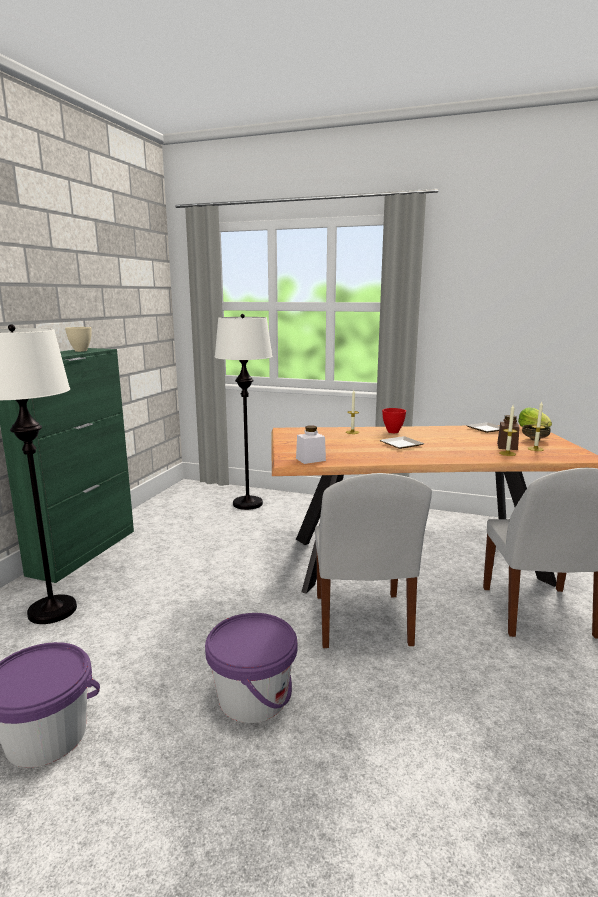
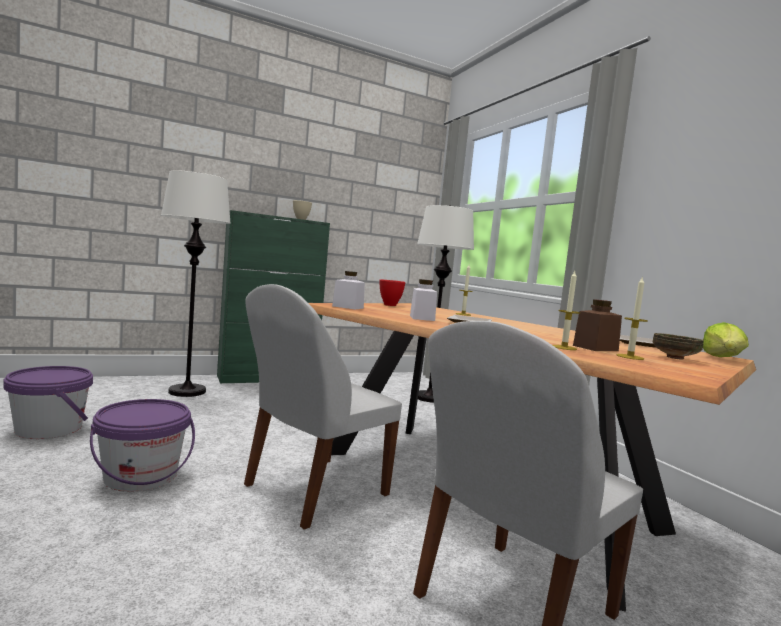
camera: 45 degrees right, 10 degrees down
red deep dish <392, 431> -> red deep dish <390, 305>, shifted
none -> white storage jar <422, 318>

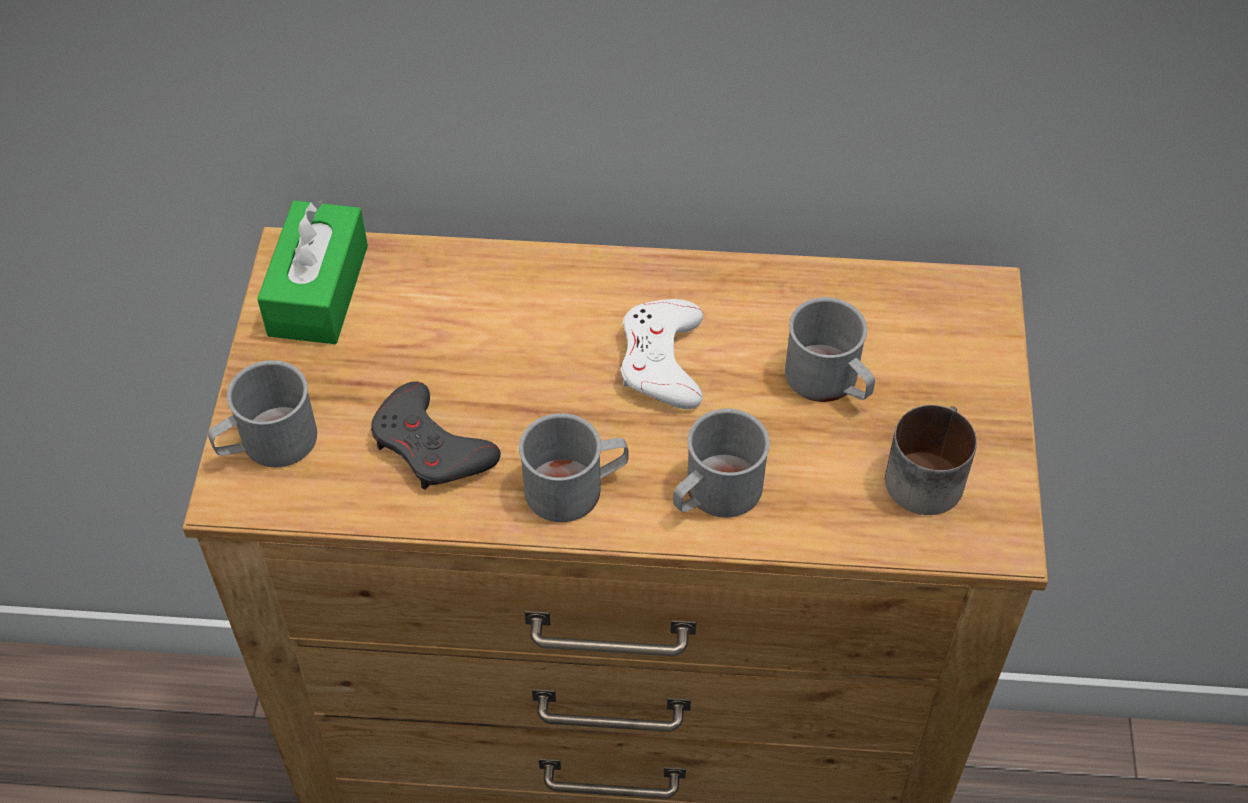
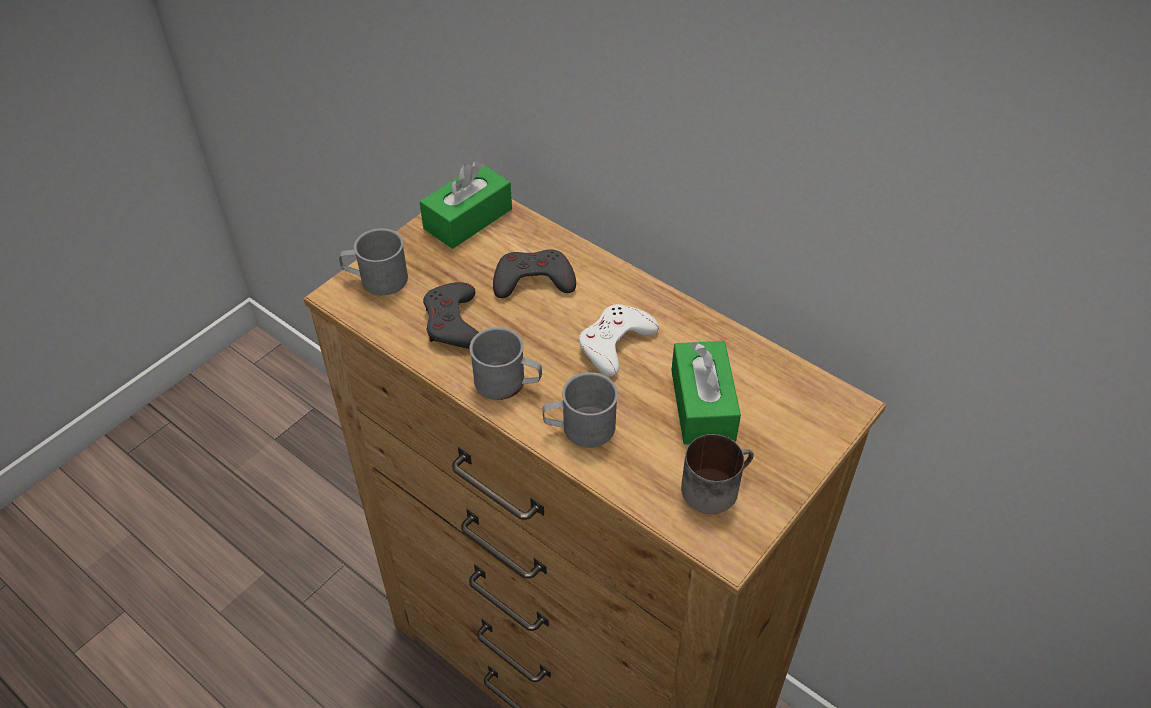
camera: 35 degrees right, 5 degrees down
grey coffee mug <830, 382> -> greenish tissue box <702, 405>
none -> grey game controller <533, 280>

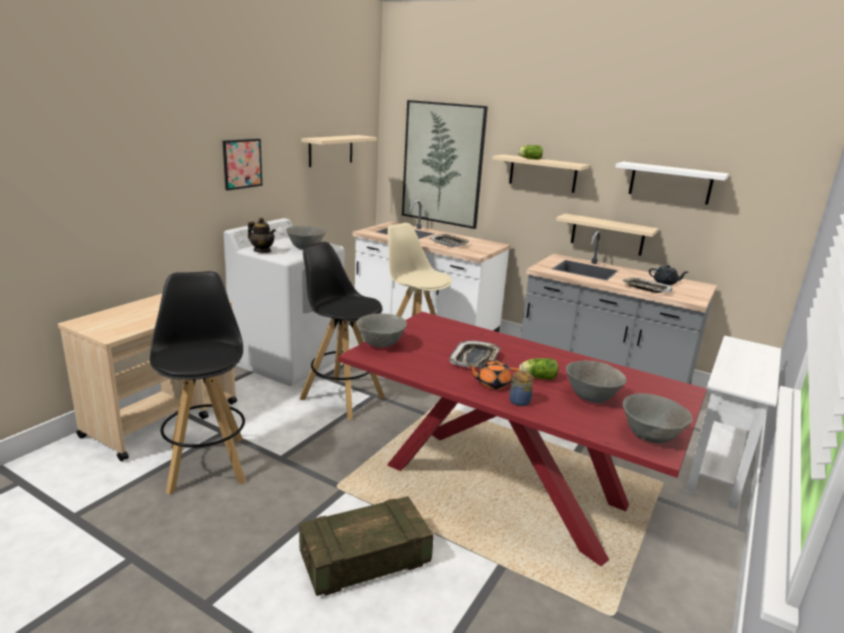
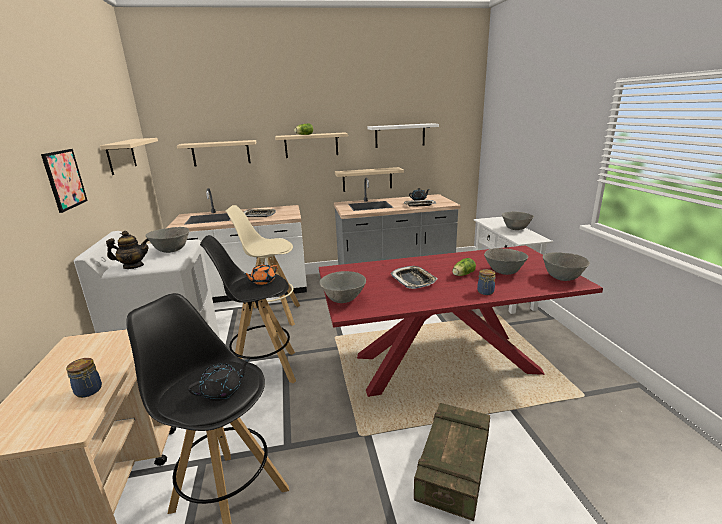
camera: 40 degrees left, 0 degrees up
wall picture <442, 164> -> beige shelf <221, 153>
orange-coloured tea pot <492, 384> -> orange-coloured tea pot <262, 281>, shifted
none -> storage jar <89, 391>
none -> black-coloured tea pot <223, 391>
none -> grey deep dish <516, 229>

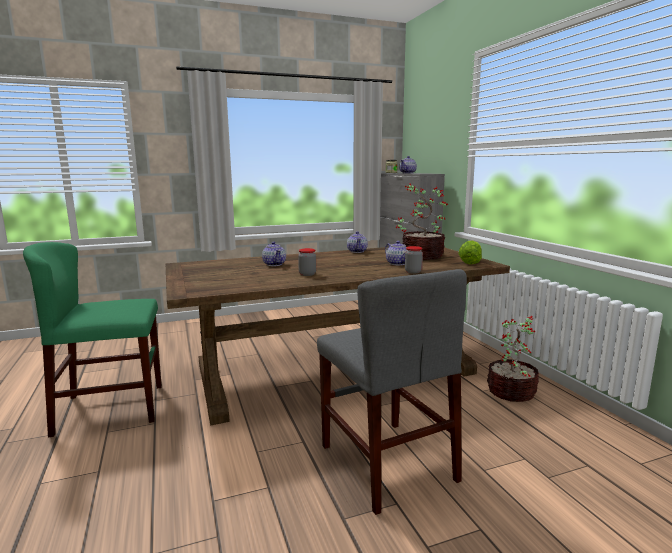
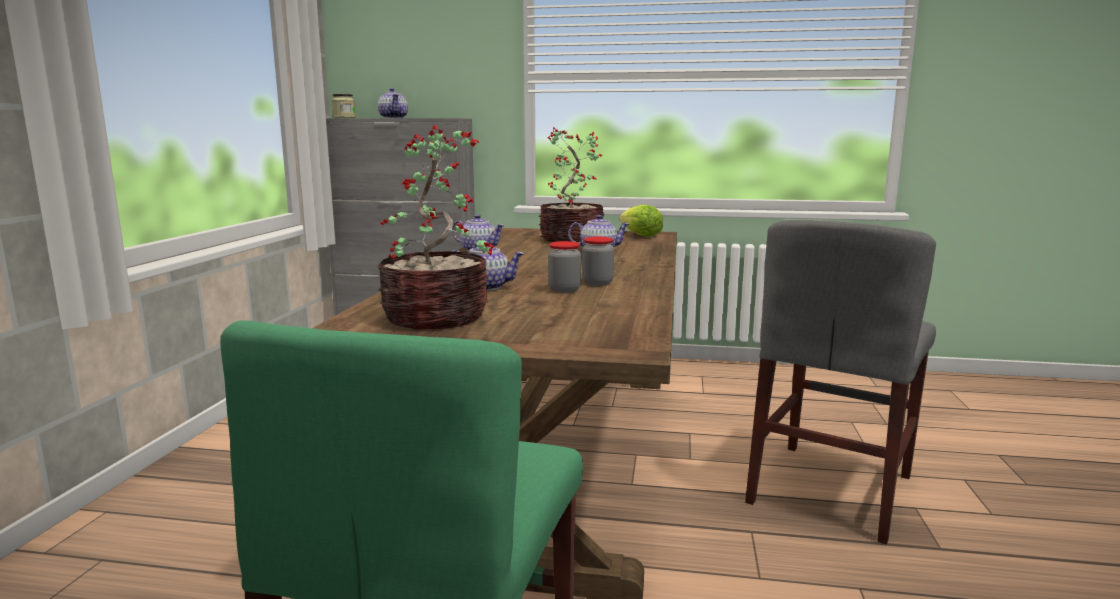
camera: 60 degrees left, 0 degrees up
grey chair <387, 462> -> grey chair <831, 489>, 120 degrees clockwise
storage jar <413, 272> -> storage jar <564, 290>, shifted
houseplant <511, 392> -> houseplant <438, 317>, shifted

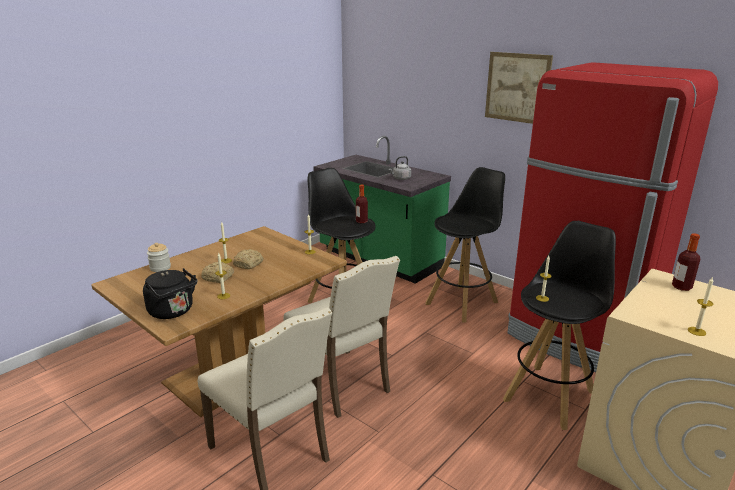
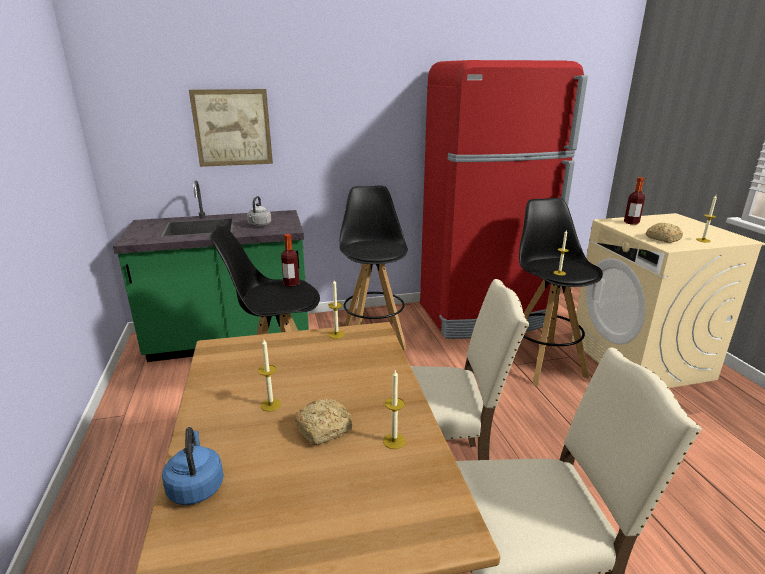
camera: 55 degrees left, 0 degrees up
black-coloured kettle <173, 312> -> none
storage jar <160, 268> -> bluish kettle <196, 486>
bakery bread <249, 264> -> bakery bread <662, 239>, shifted
wall picture <517, 87> -> wall picture <232, 128>, shifted

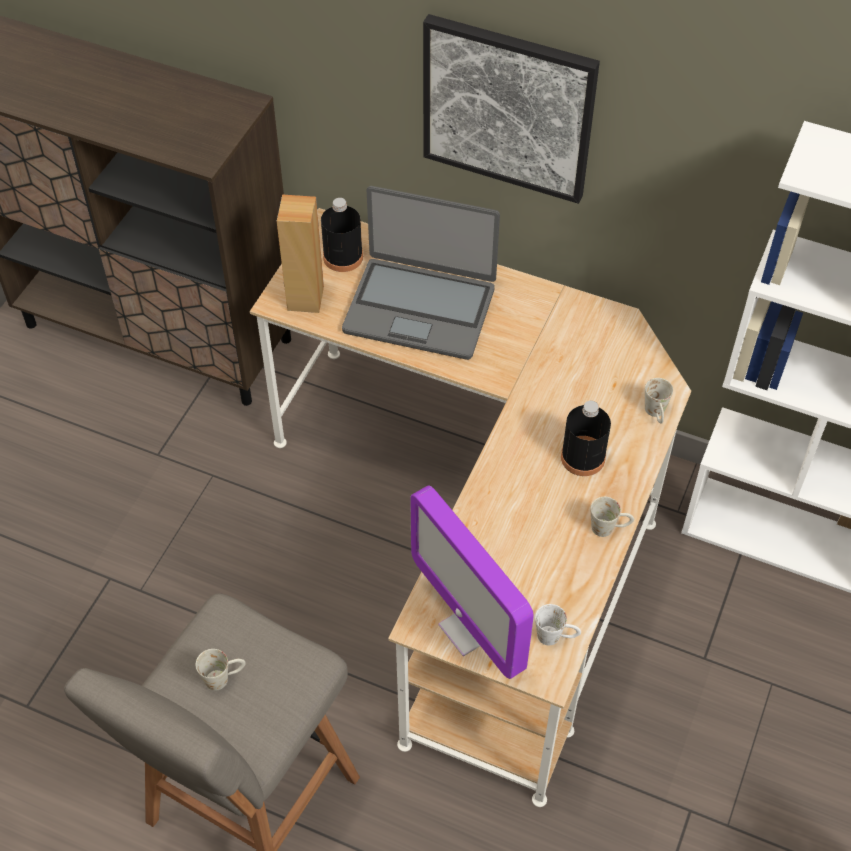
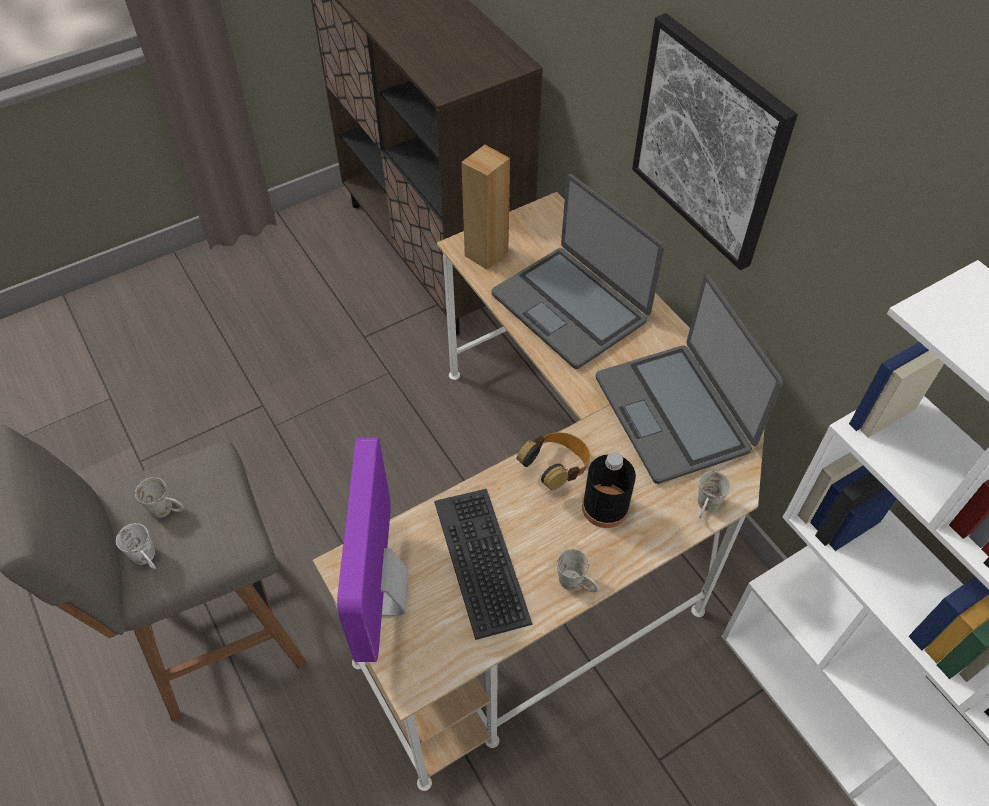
camera: 35 degrees right, 0 degrees up
black-coloured beverage bottle <343, 257> -> none
white coffee mug <556, 636> -> white coffee mug <148, 559>, shifted
none -> PC keyboard <482, 561>
none -> headset <556, 469>
none -> notebook computer <674, 413>

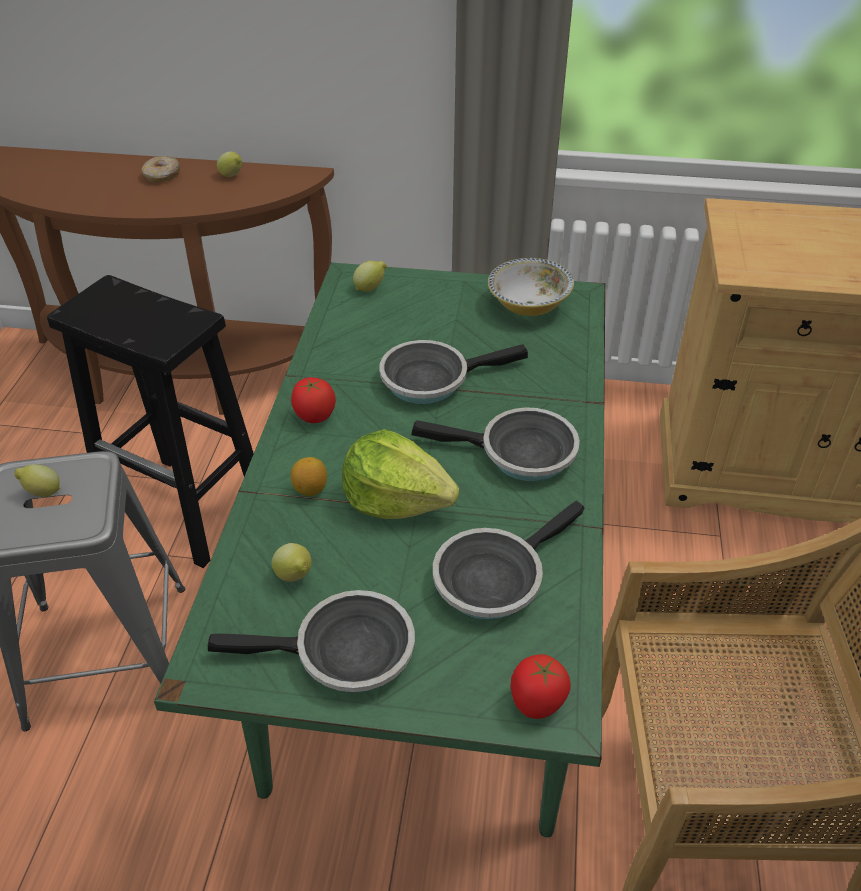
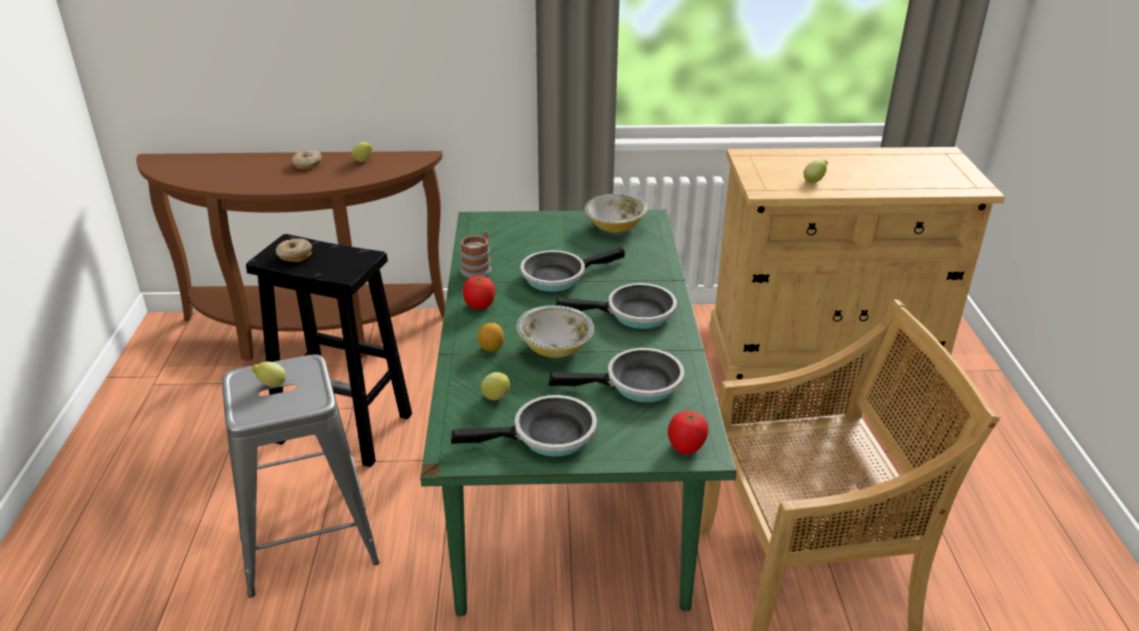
camera: 10 degrees left, 10 degrees down
head of lettuce <396, 499> -> deep dish <555, 348>
lemon <370, 288> -> lemon <814, 181>, shifted
pan <493, 578> -> pan <637, 384>, 135 degrees counterclockwise
none -> ring doughnut <294, 255>
none -> coffee mug <478, 268>

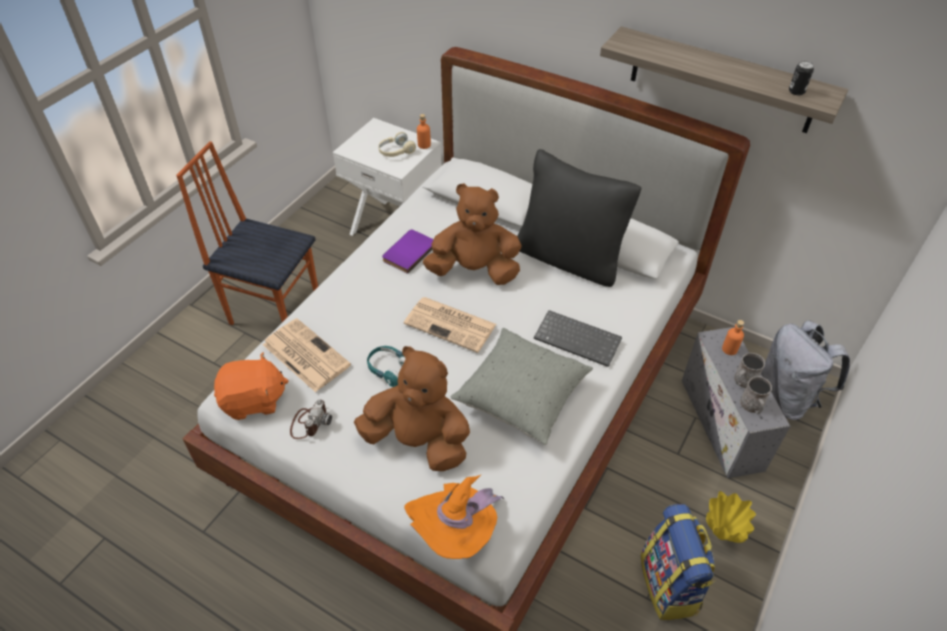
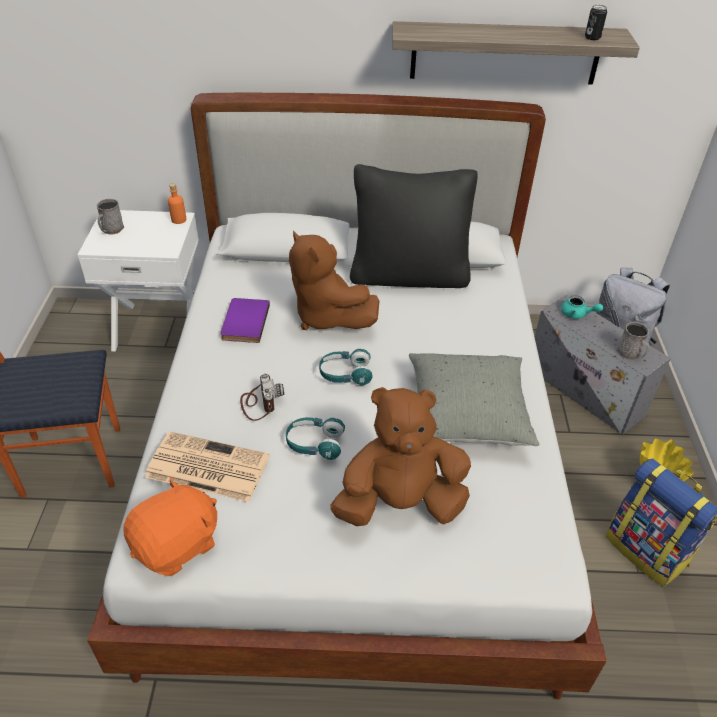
camera: 30 degrees left, 5 degrees down
still camera <309, 422> -> still camera <260, 402>, shifted
beige headset <396, 151> -> none
printed paper <451, 324> -> turquoise headset <345, 374>
orange-coloured hat <456, 531> -> none
brown-coloured plush toy <474, 270> -> brown-coloured plush toy <327, 316>, 105 degrees counterclockwise
PC keyboard <579, 339> -> none
orange-coloured beverage bottle <729, 349> -> turquoise tea pot <577, 314>
grey coffee mug <743, 381> -> grey coffee mug <111, 230>, shifted

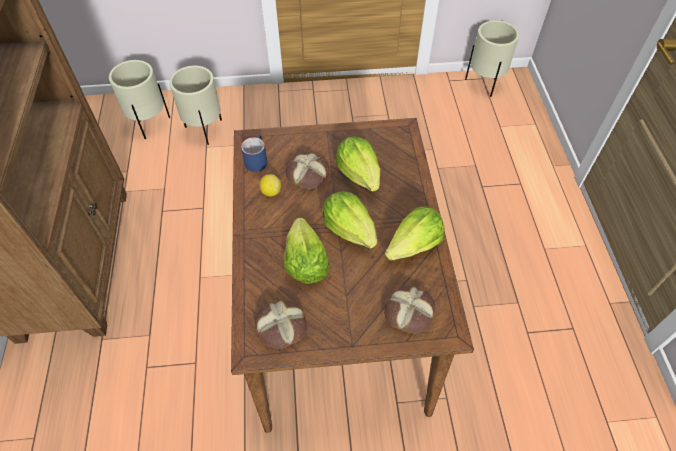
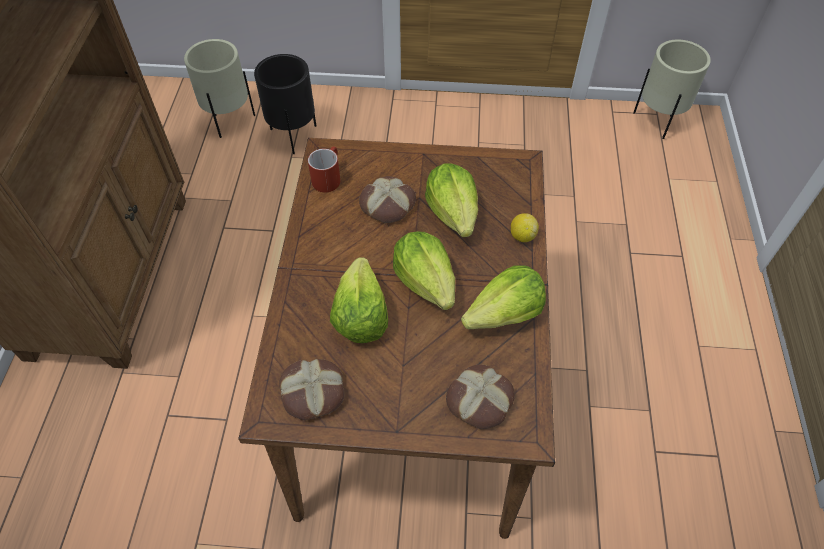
camera: 10 degrees right, 0 degrees up
beige flower pot <205, 130> -> black-coloured flower pot <294, 136>
bluish coffee mug <256, 159> -> red coffee mug <327, 177>
lemon <271, 191> -> lemon <522, 236>, shifted

